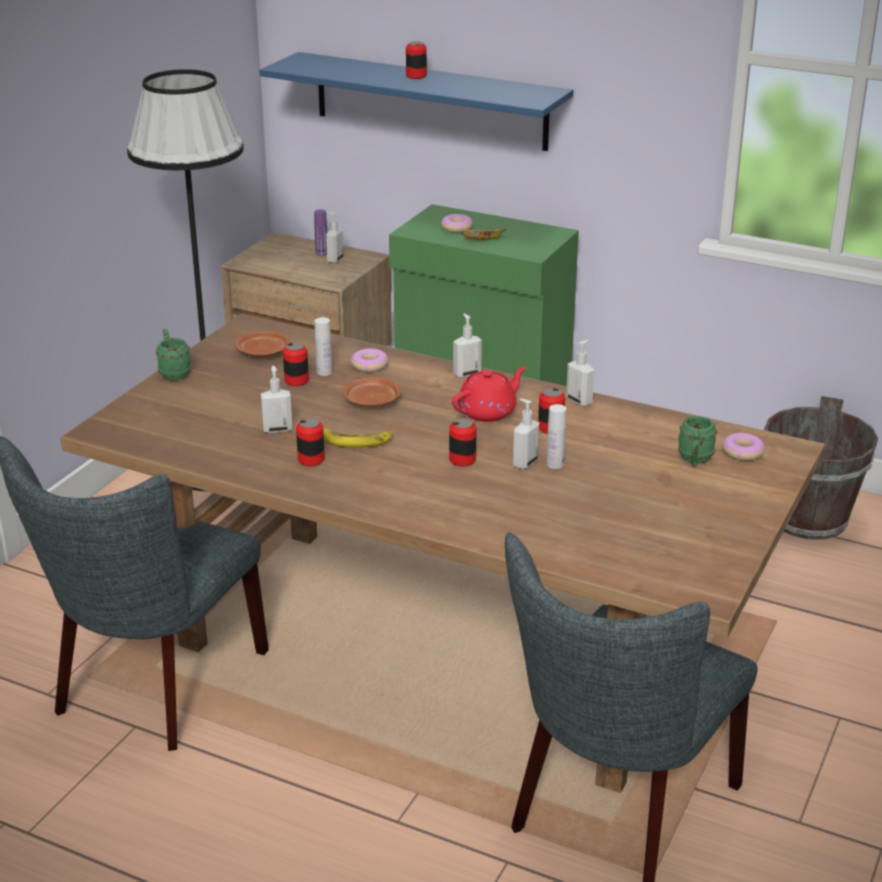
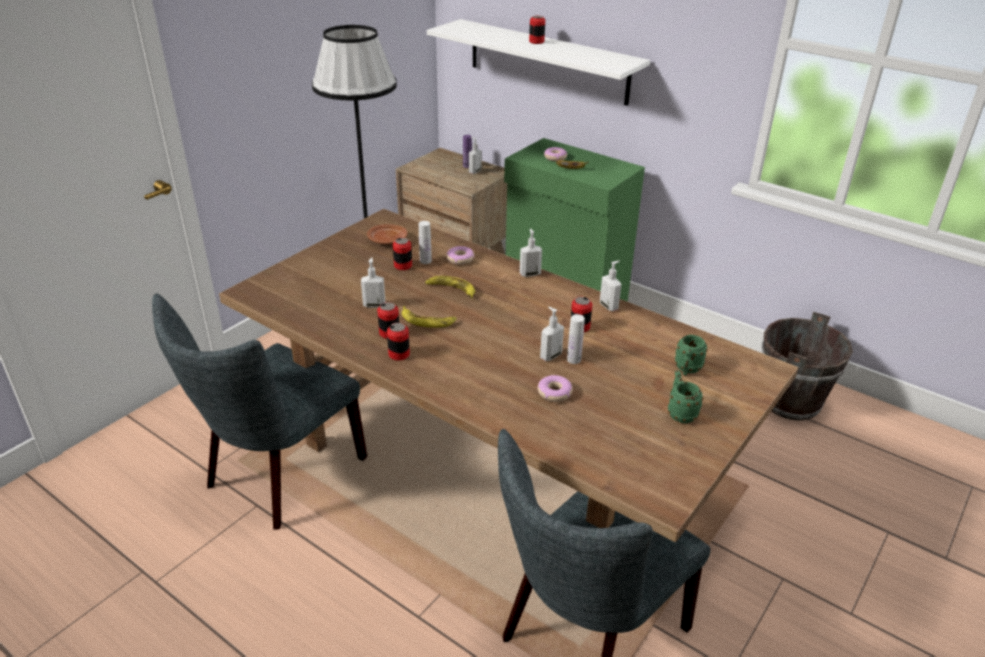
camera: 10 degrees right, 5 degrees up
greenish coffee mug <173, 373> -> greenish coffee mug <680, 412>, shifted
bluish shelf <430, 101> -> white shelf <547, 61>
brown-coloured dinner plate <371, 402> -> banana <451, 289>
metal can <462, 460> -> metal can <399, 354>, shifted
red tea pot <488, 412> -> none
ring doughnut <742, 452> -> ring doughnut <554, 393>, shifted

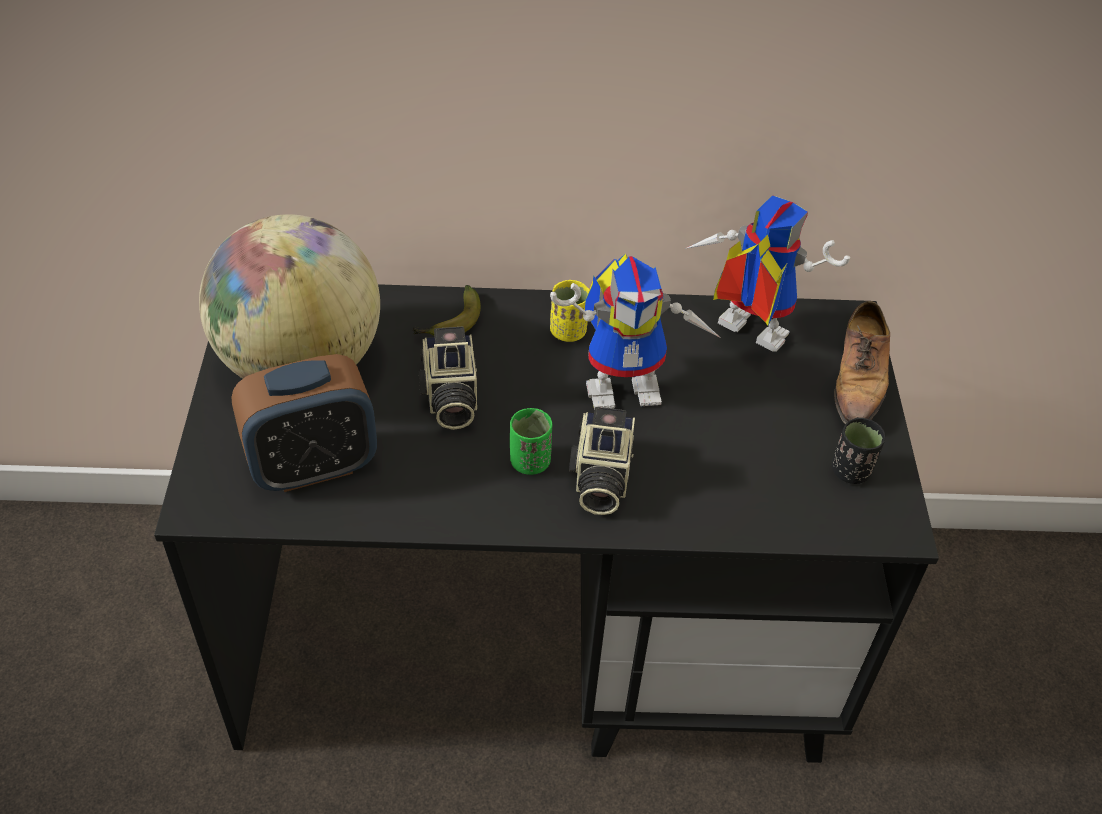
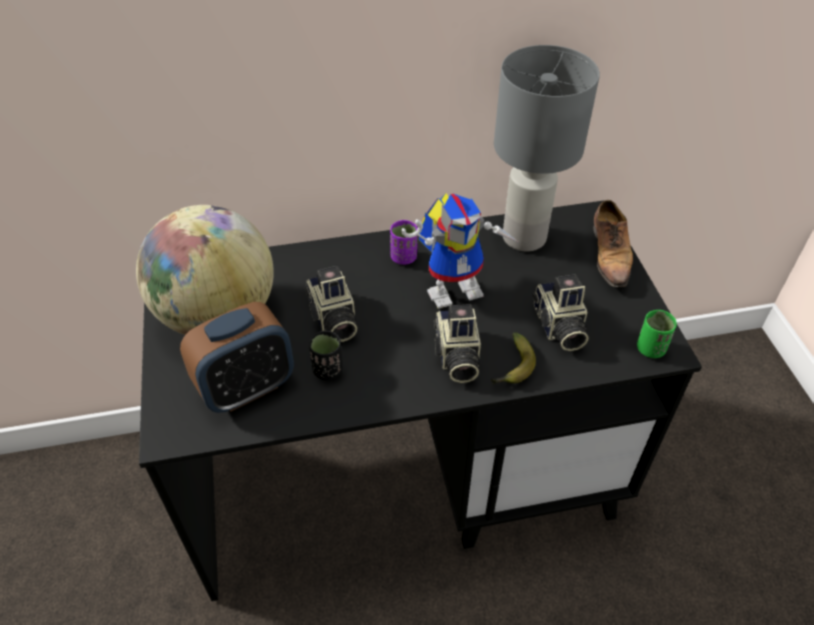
camera: 10 degrees left, 0 degrees up
banana <450, 324> -> banana <513, 367>, shifted
greenish cup <530, 461> -> greenish cup <650, 348>, shifted
yellowish cup <568, 332> -> purple-coloured cup <404, 257>
toy robot <742, 333> -> grey lamp for a table <523, 237>
black-coloured cup <851, 471> -> black-coloured cup <328, 370>, shifted
none -> still camera <558, 327>

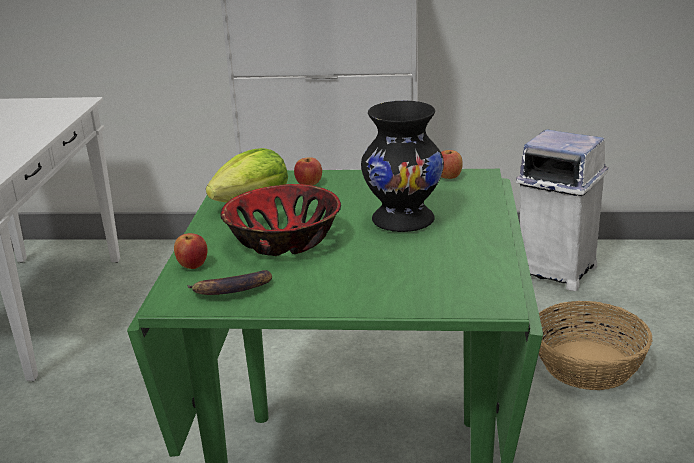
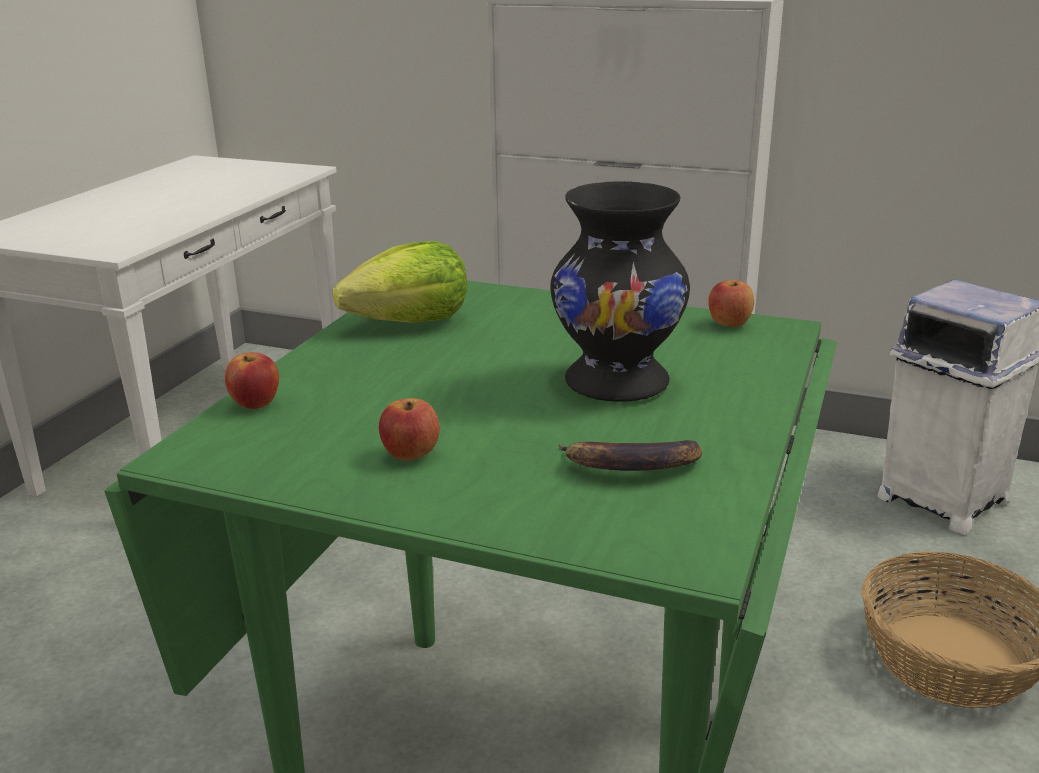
camera: 15 degrees right, 0 degrees up
banana <231, 290> -> banana <630, 466>, shifted
deep dish <282, 240> -> none
whole apple <309, 184> -> whole apple <410, 455>, shifted

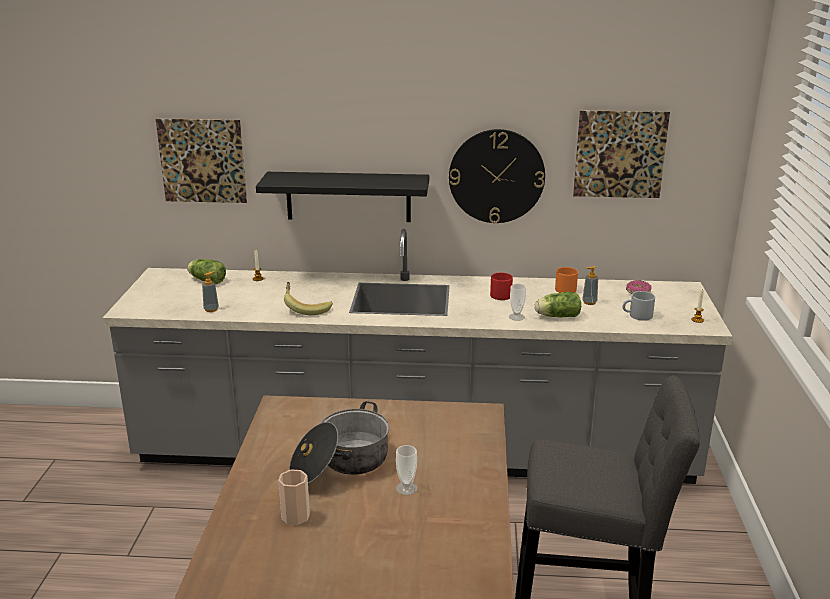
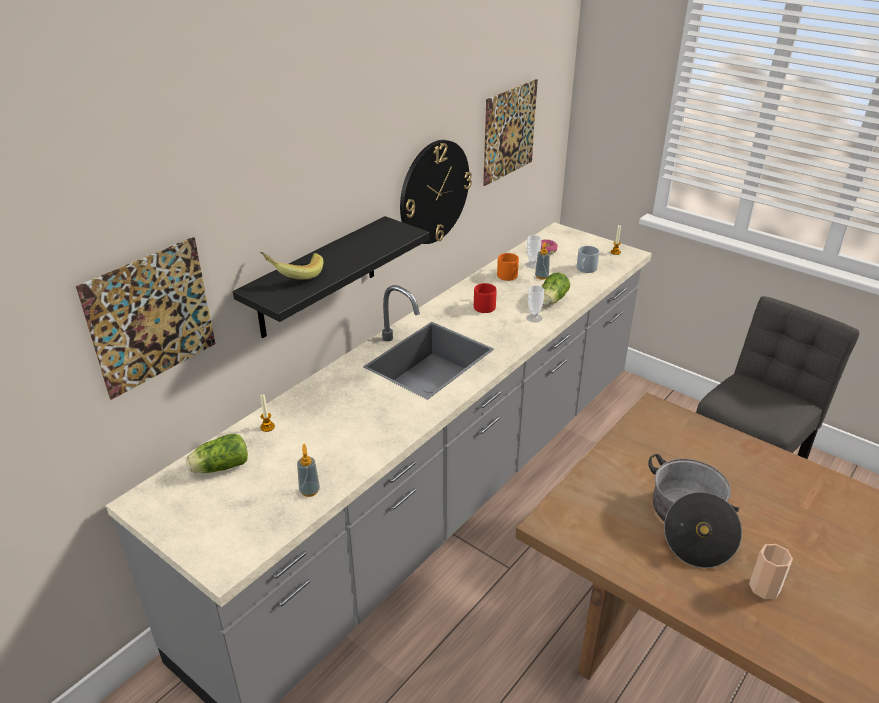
camera: 55 degrees left, 10 degrees up
banana <306, 308> -> banana <294, 274>, shifted
cup <406, 488> -> cup <532, 265>, shifted

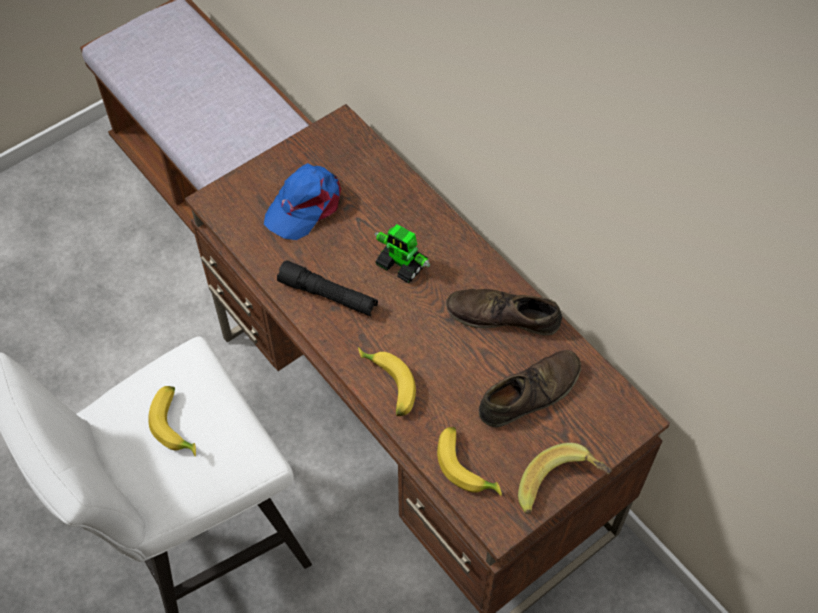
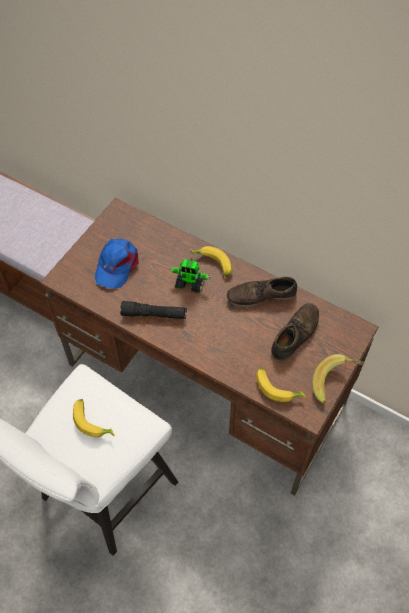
camera: 20 degrees left, 0 degrees up
banana <386, 385> -> banana <212, 264>, shifted

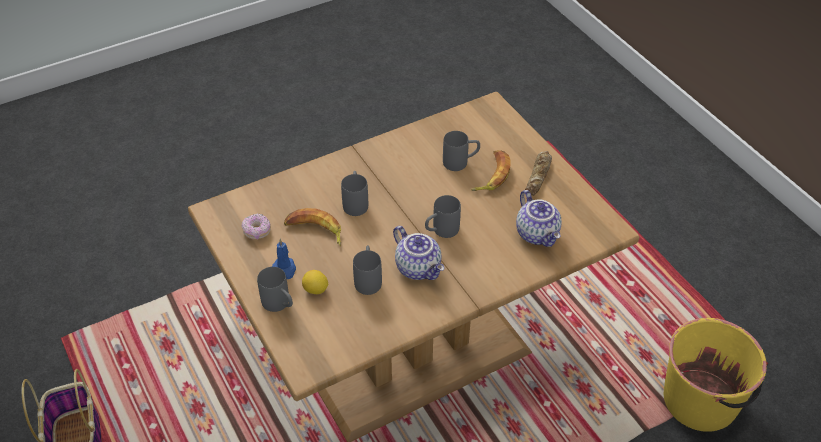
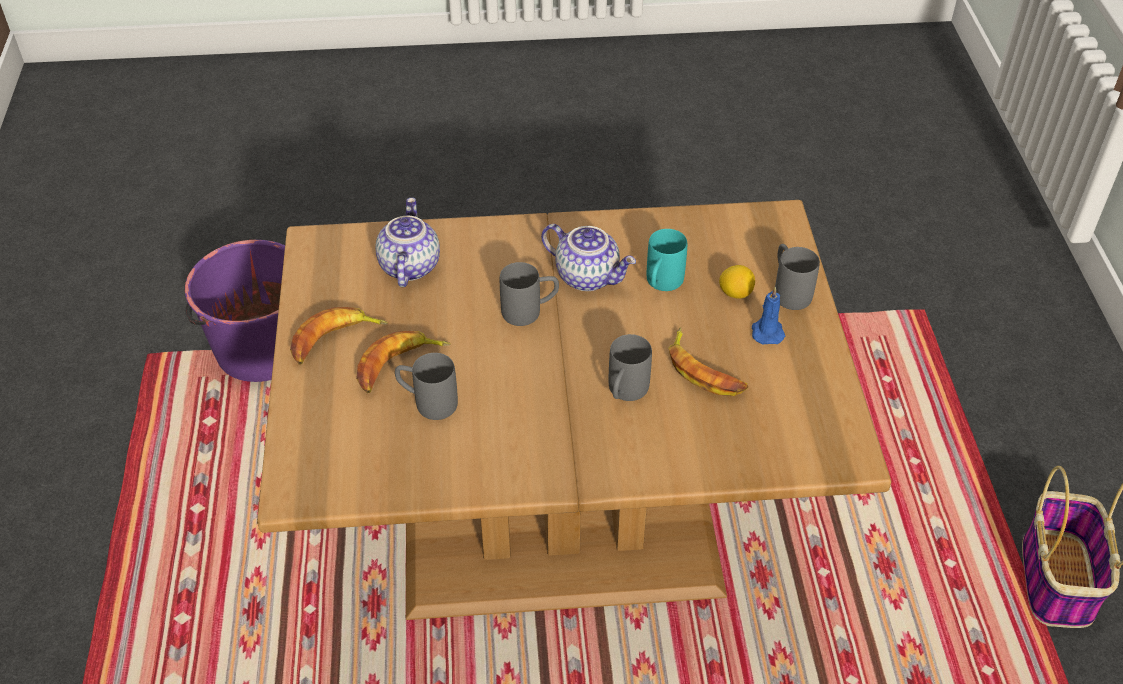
camera: 155 degrees left, 0 degrees up
ring doughnut <257, 231> -> none
grey coffee mug <368, 279> -> turquoise coffee mug <661, 284>
tea pot <419, 268> -> tea pot <588, 276>, 135 degrees clockwise
bakery bread <538, 176> -> banana <335, 341>
yellowish pail <701, 400> -> purple-coloured pail <261, 348>

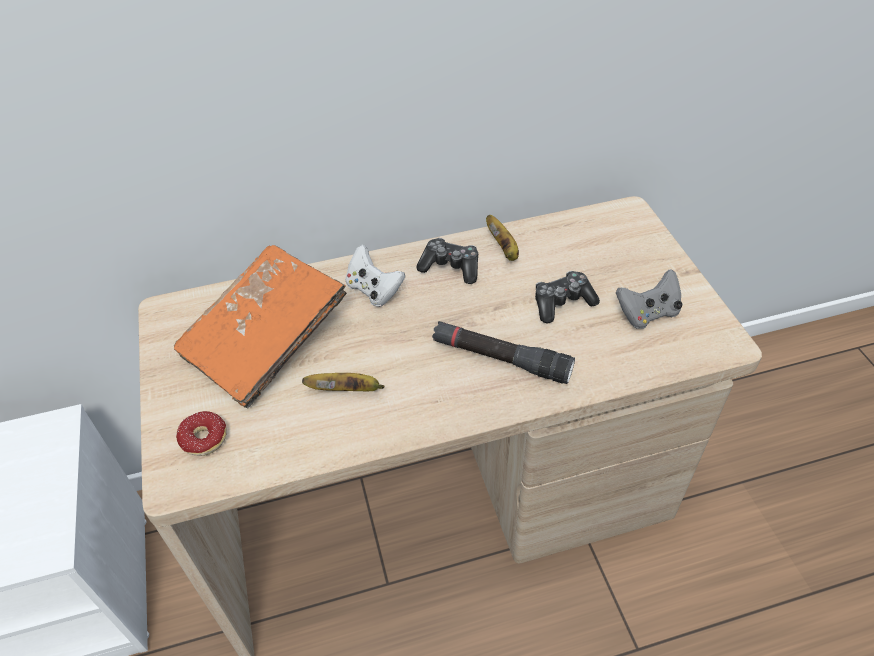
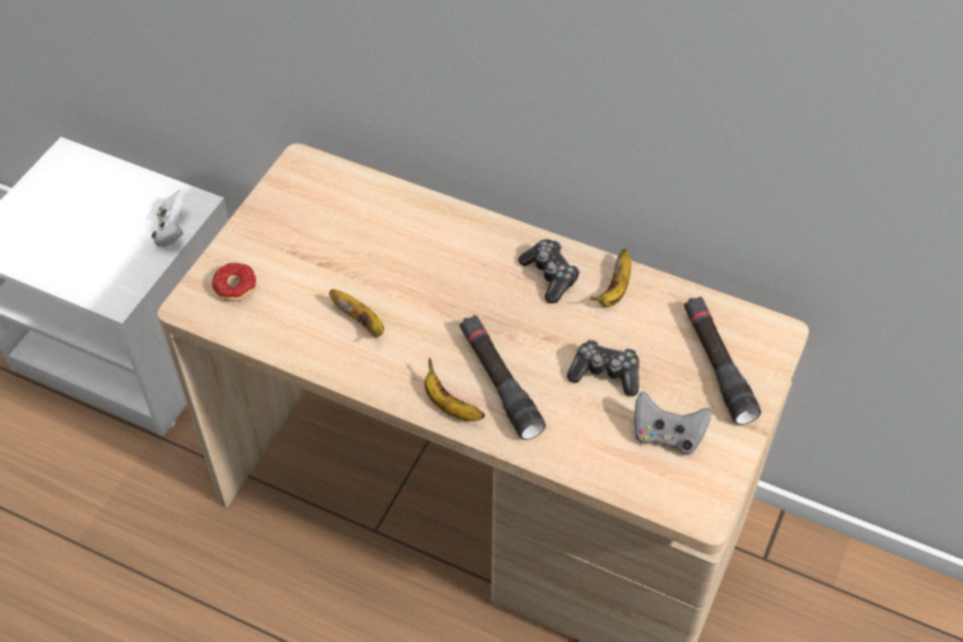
camera: 40 degrees right, 5 degrees up
orange-coloured volume <266, 340> -> none
white game controller <374, 290> -> white game controller <173, 231>, shifted
none -> banana <450, 406>
none -> black-coloured hand torch <717, 365>

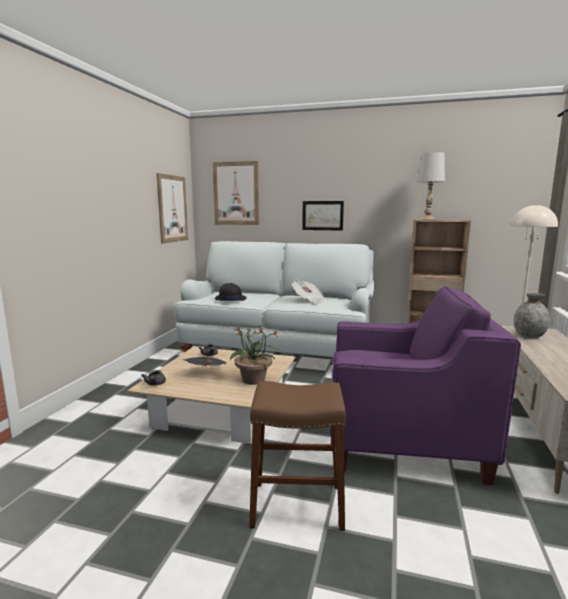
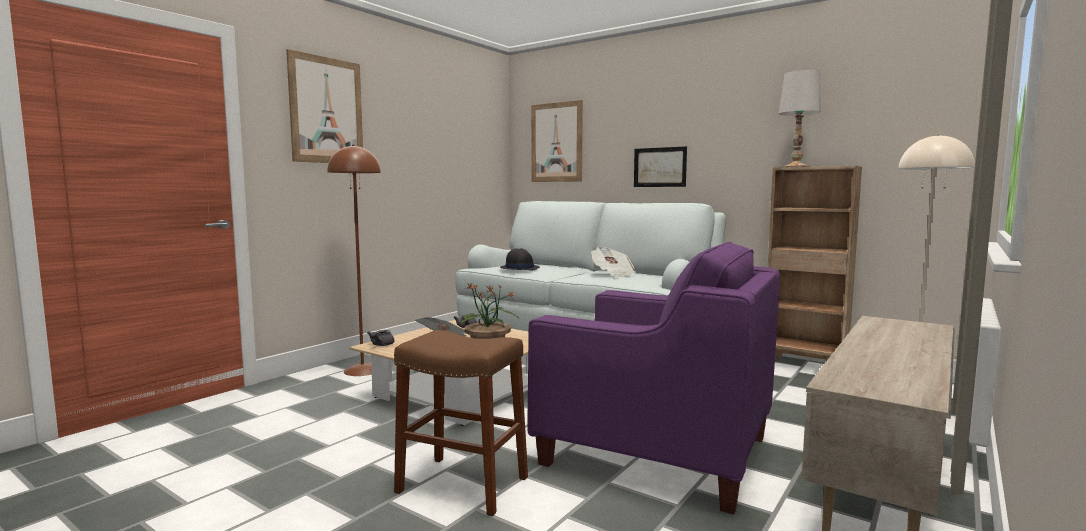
camera: 20 degrees right, 5 degrees down
wall picture <172, 209> -> wall picture <326, 110>, shifted
grey flower vase <529, 335> -> none
none -> brown-coloured floor lamp <362, 370>

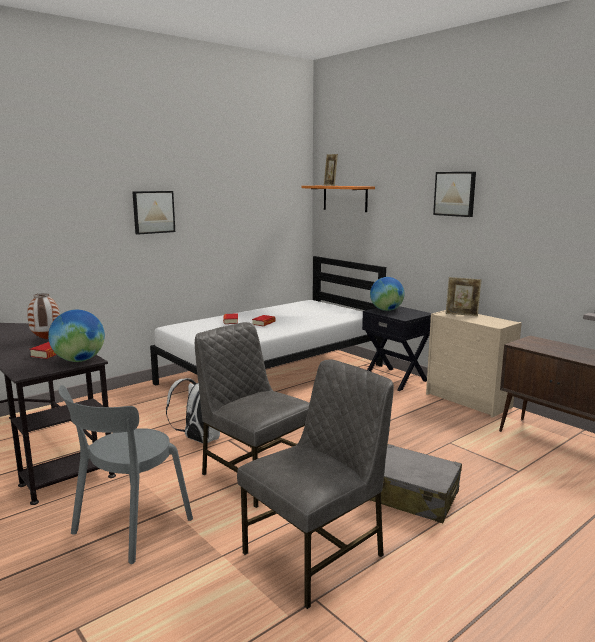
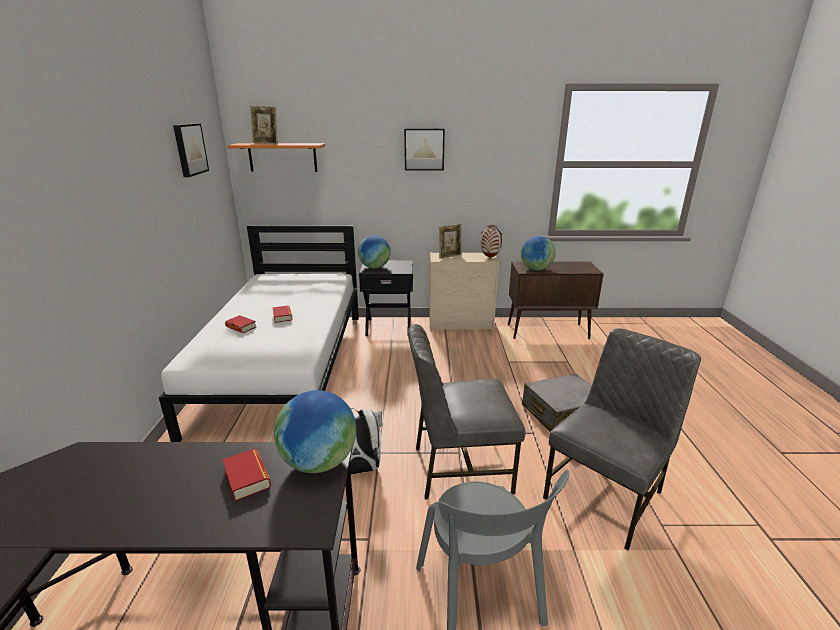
camera: 50 degrees left, 10 degrees up
flower vase <47, 339> -> flower vase <490, 257>, shifted
wall picture <153, 212> -> wall picture <189, 149>, shifted
grey chair <317, 554> -> grey chair <606, 495>, 45 degrees clockwise
none -> globe <536, 269>

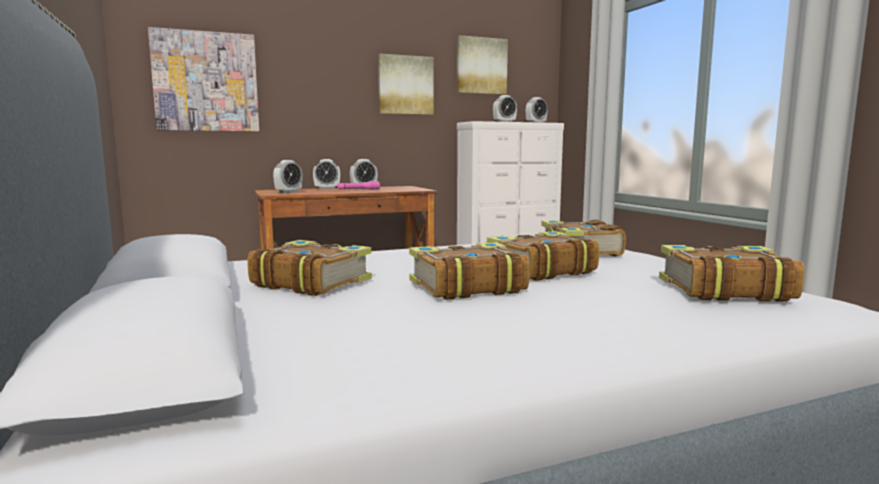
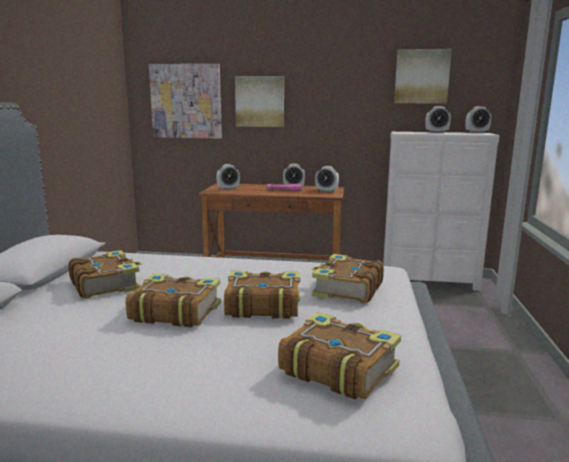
camera: 30 degrees right, 5 degrees up
alarm clock <327, 188> -> alarm clock <326, 191>, shifted
wall picture <405, 85> -> wall picture <260, 101>, shifted

